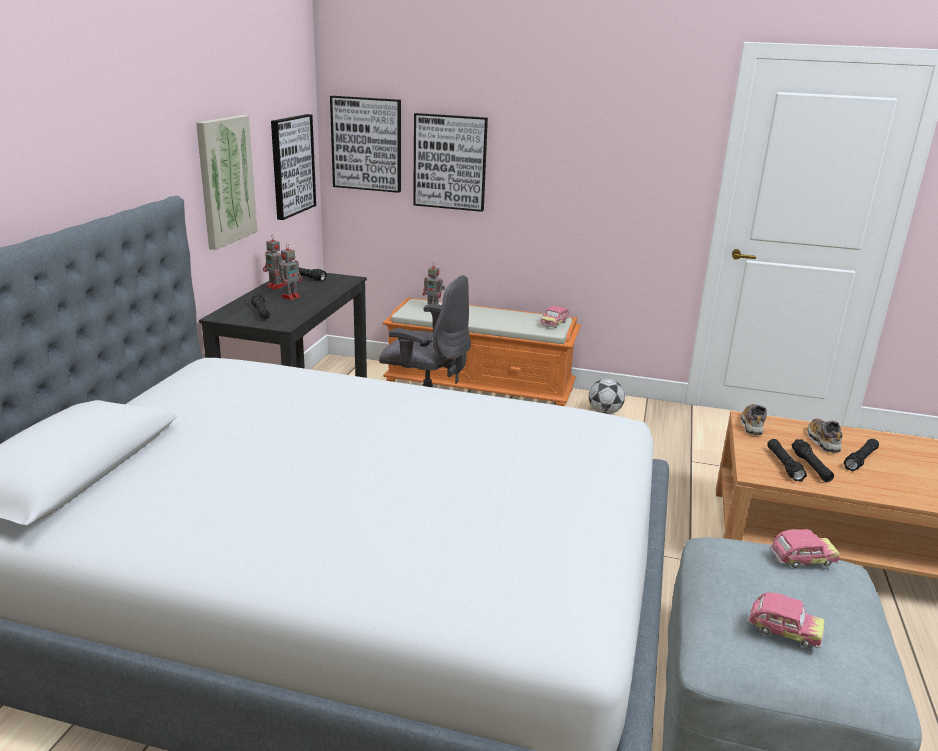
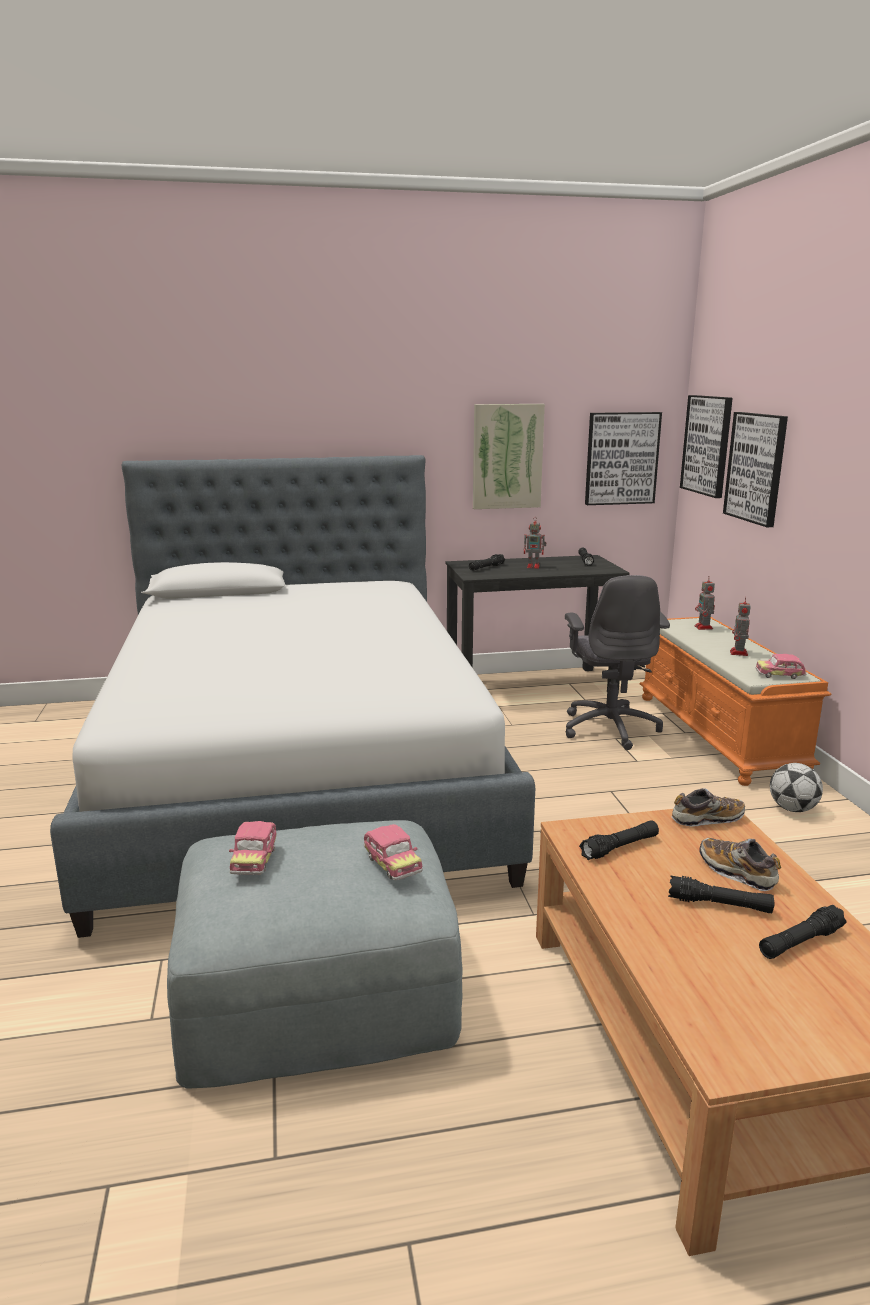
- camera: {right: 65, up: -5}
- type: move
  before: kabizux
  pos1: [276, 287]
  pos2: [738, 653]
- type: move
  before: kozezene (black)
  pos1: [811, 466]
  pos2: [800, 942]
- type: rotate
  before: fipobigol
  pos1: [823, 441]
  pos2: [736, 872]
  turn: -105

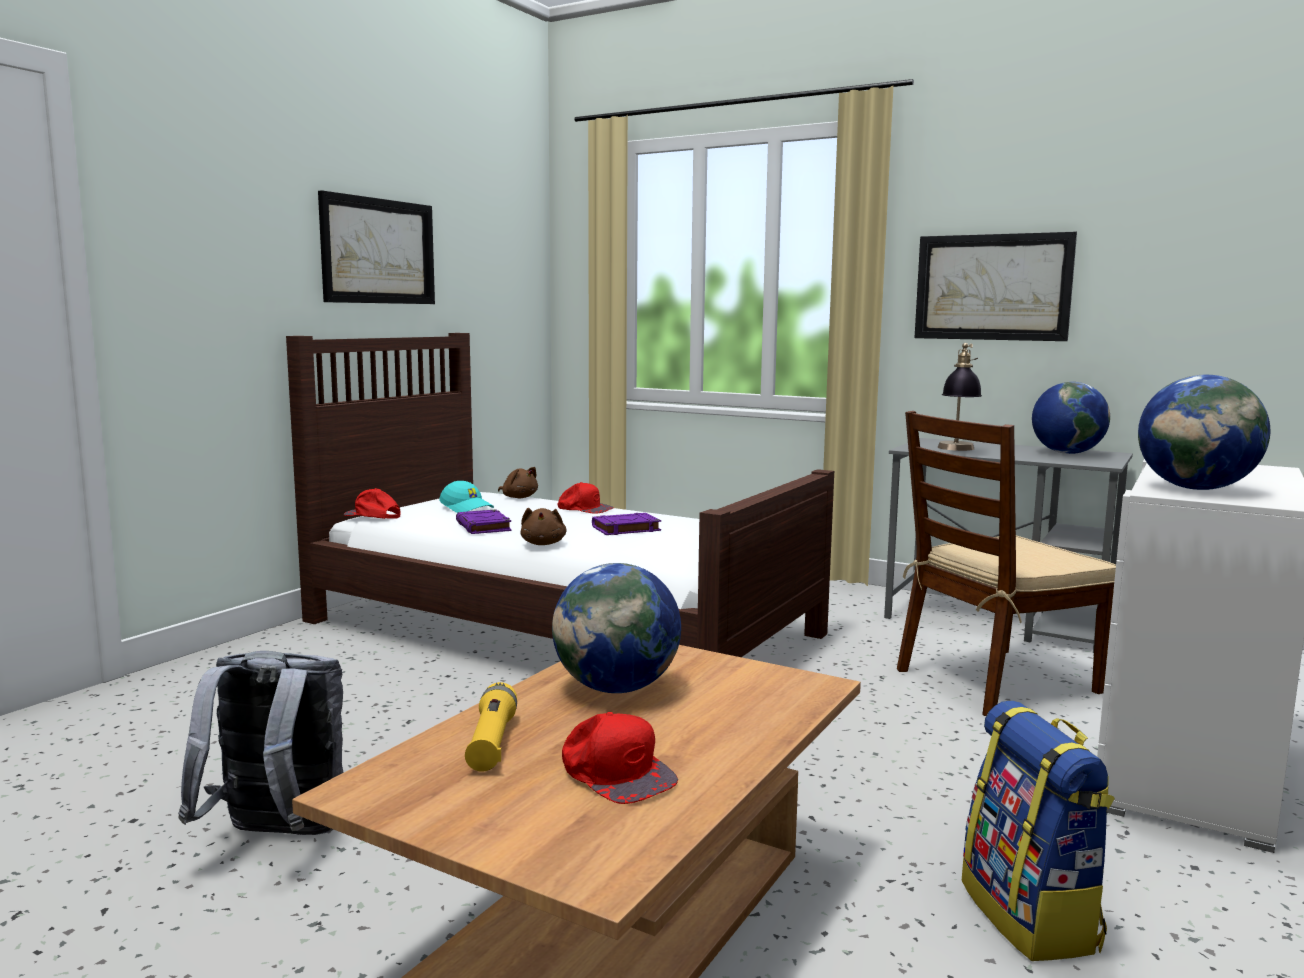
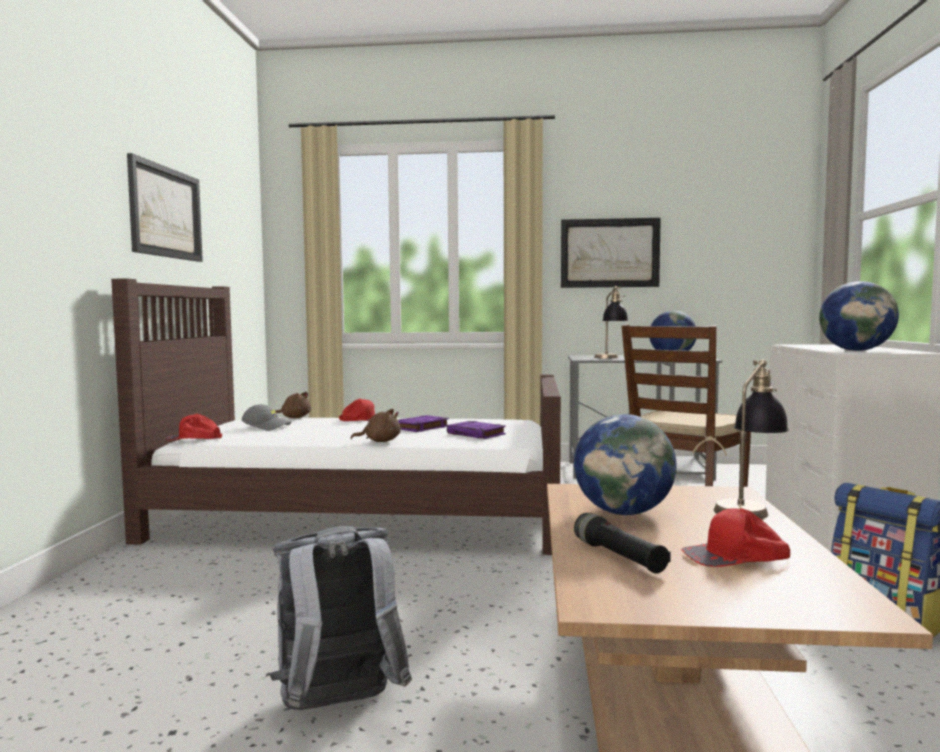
- camera: {right: -25, up: -5}
- type: recolor
  before: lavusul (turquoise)
  after: lavusul (grey)
  pos1: [467, 508]
  pos2: [267, 427]
- type: move
  before: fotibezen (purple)
  pos1: [484, 527]
  pos2: [477, 434]
- type: recolor
  before: kozezene (yellow)
  after: kozezene (black)
  pos1: [492, 743]
  pos2: [619, 557]
- type: rotate
  before: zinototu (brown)
  pos1: [543, 544]
  pos2: [380, 441]
  turn: -60
- type: rotate
  before: lavusul (red)
  pos1: [616, 772]
  pos2: [736, 556]
  turn: 150
- type: insert
  after: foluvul
  pos2: [750, 507]

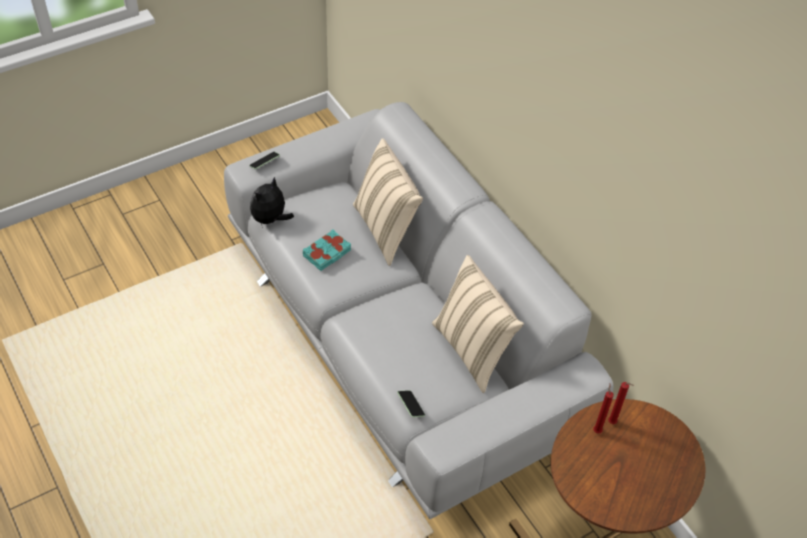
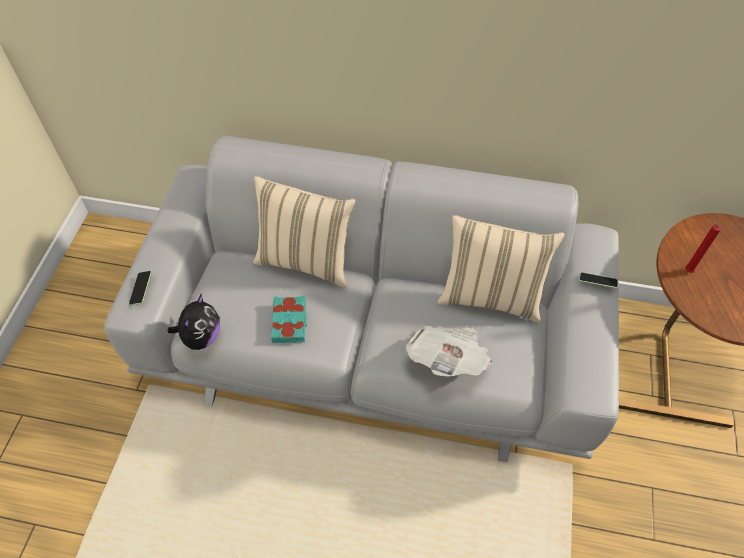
- camera: {right: -45, up: 5}
- type: rotate
  before: zinototu
  pos1: [270, 219]
  pos2: [201, 337]
  turn: -150
- type: move
  before: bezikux
  pos1: [410, 406]
  pos2: [597, 283]
- type: delete
  before: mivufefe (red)
  pos1: [613, 423]
- type: insert
  after: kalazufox
  pos2: [449, 359]

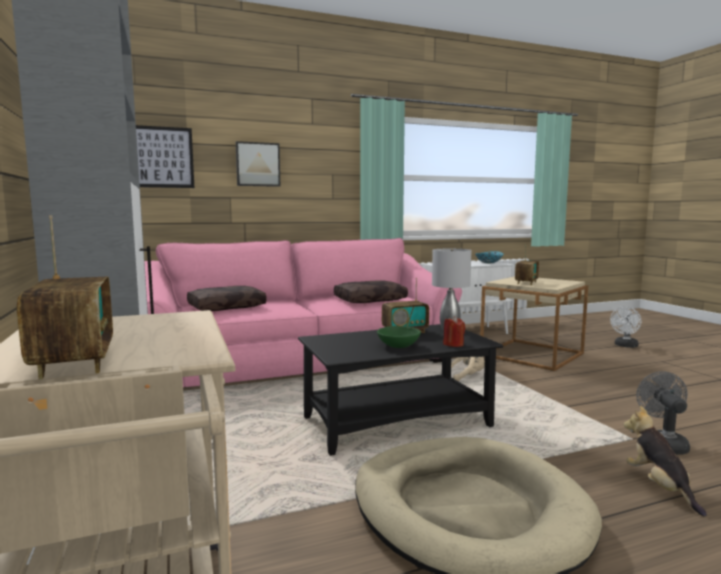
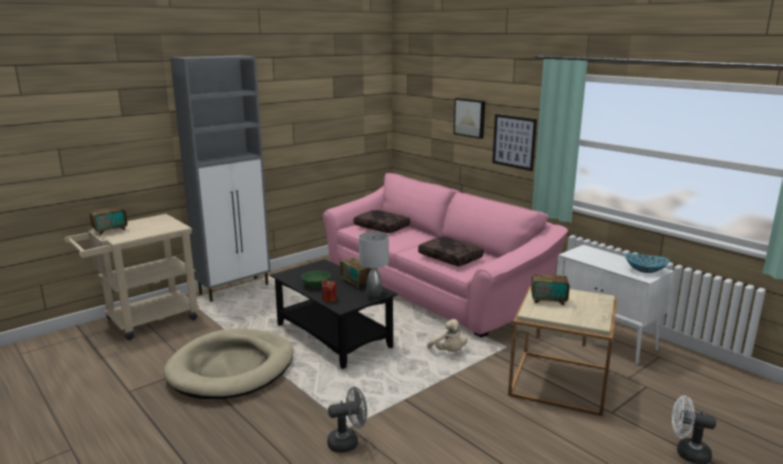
- camera: {right: 70, up: 10}
- type: move
  before: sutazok
  pos1: [162, 157]
  pos2: [514, 142]
- type: delete
  before: zinototu
  pos1: [659, 487]

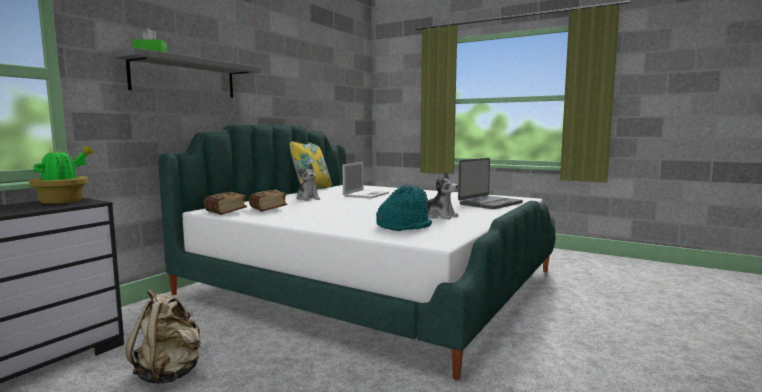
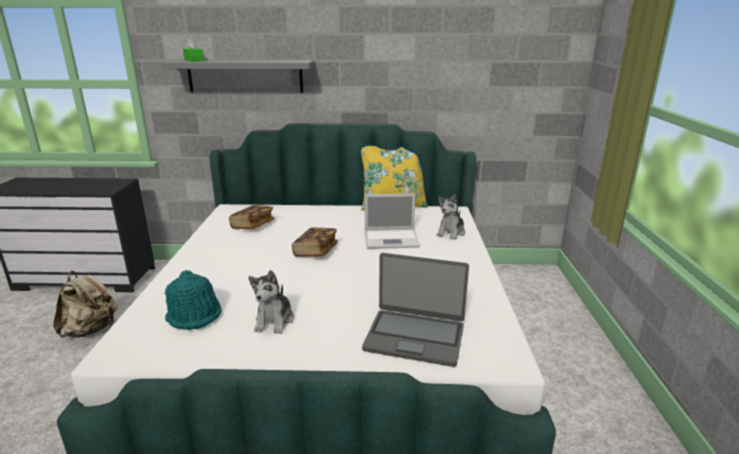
- camera: {right: 60, up: 15}
- type: delete
  before: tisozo
  pos1: [64, 202]
- type: move
  before: fotibezen
  pos1: [226, 212]
  pos2: [315, 251]
- type: move
  before: zinototu
  pos1: [308, 198]
  pos2: [451, 233]

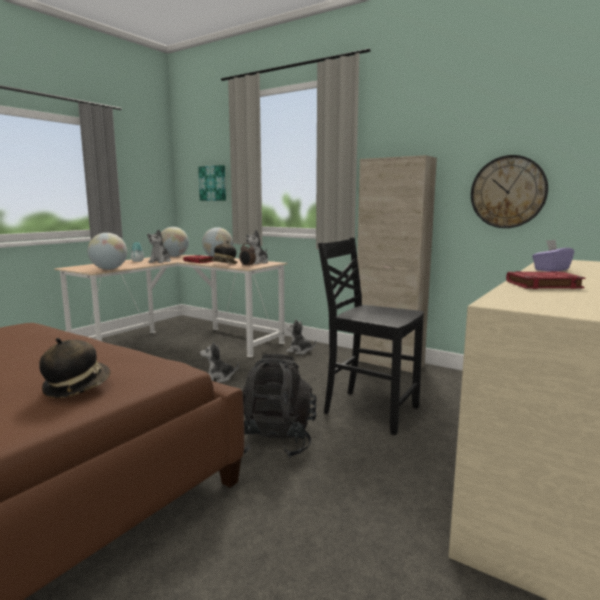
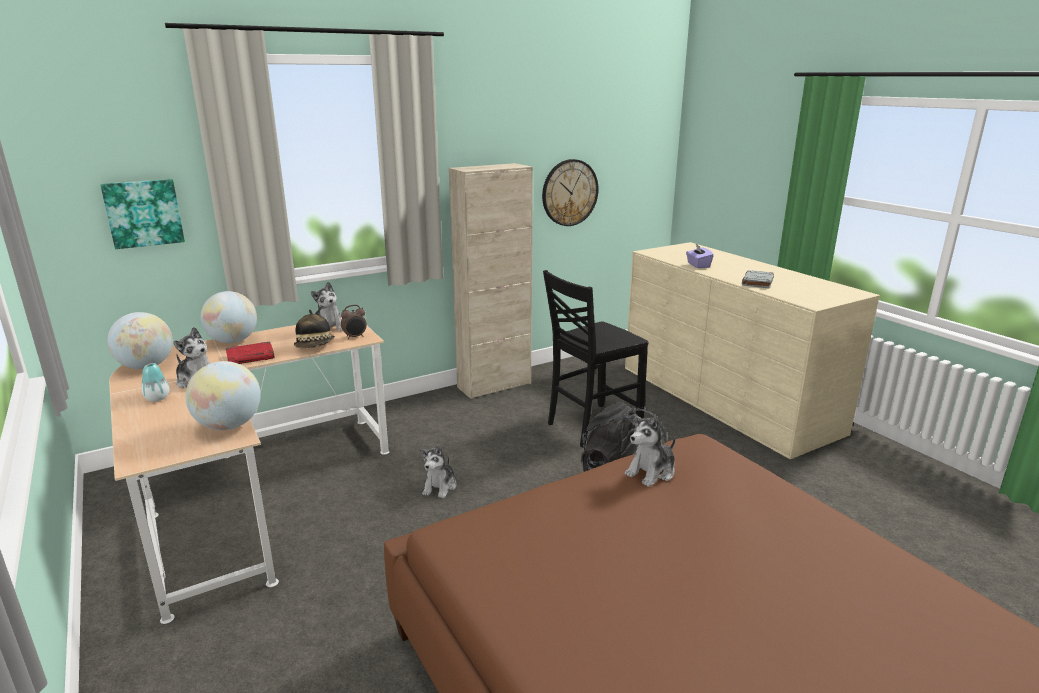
- camera: {right: -65, up: 10}
- type: delete
  before: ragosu
  pos1: [77, 387]
- type: move
  before: zinototu
  pos1: [299, 351]
  pos2: [651, 472]
- type: recolor
  before: fotibezen (red)
  after: fotibezen (grey)
  pos1: [542, 285]
  pos2: [757, 282]

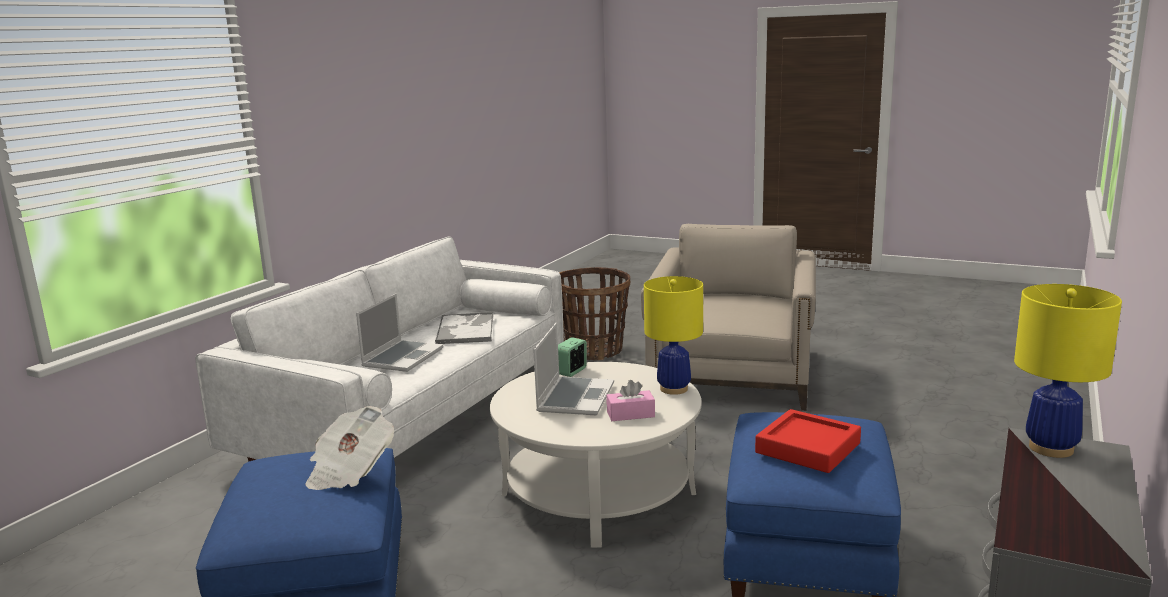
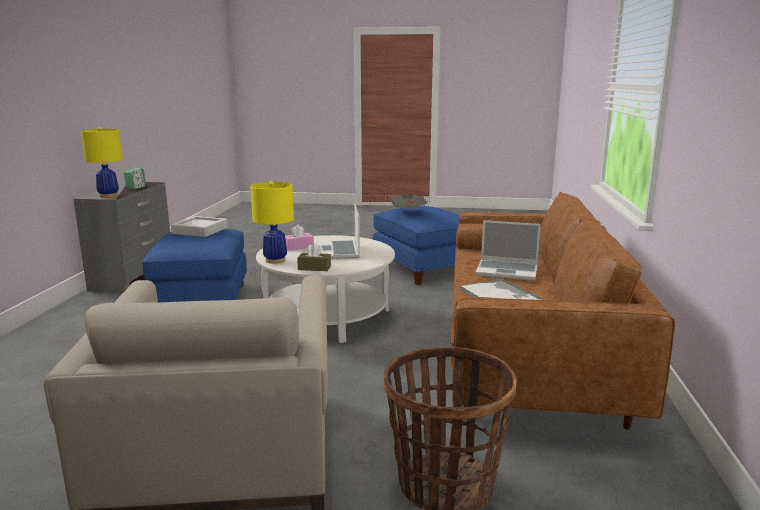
- camera: {right: 160, up: 0}
- type: recolor
  before: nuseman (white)
  after: nuseman (brown)
  pos1: [412, 416]
  pos2: [528, 350]
- type: rotate
  before: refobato
  pos1: [402, 357]
  pos2: [507, 271]
  turn: -75
- type: move
  before: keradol
  pos1: [572, 371]
  pos2: [136, 187]
- type: recolor
  before: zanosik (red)
  after: zanosik (grey)
  pos1: [807, 448]
  pos2: [200, 230]
- type: insert
  after: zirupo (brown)
  pos2: [314, 268]

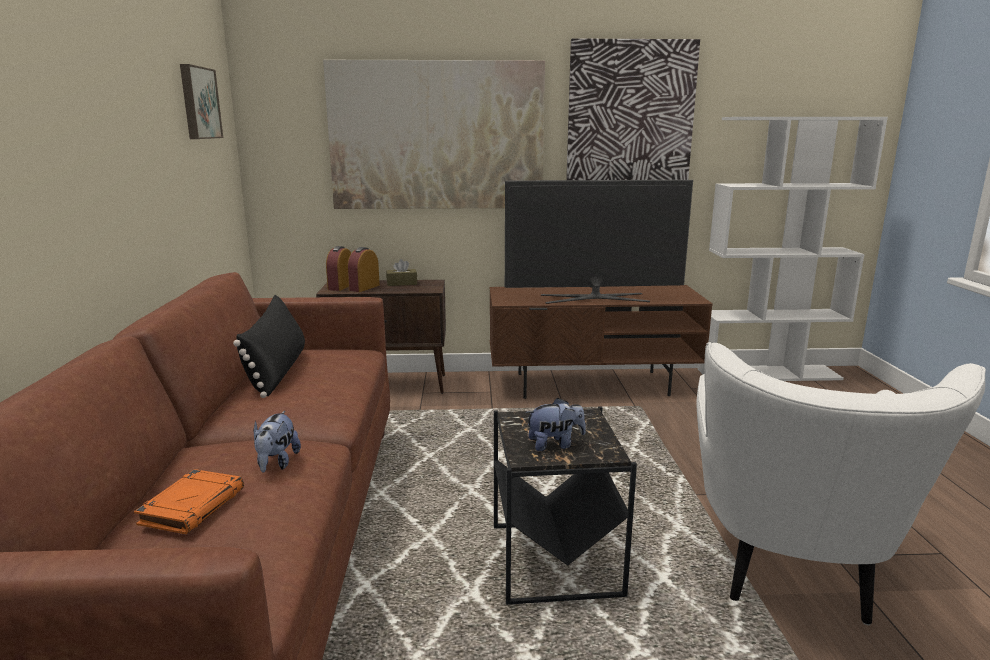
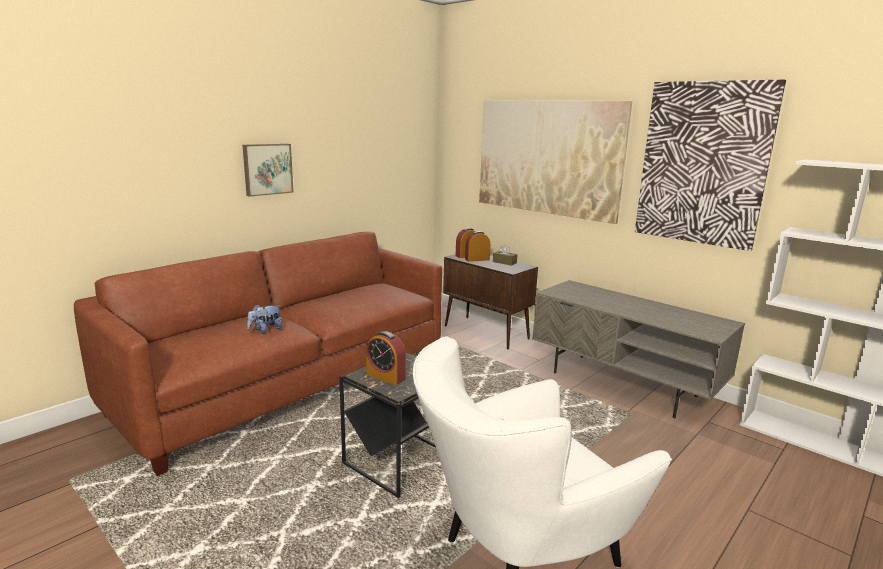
- camera: {right: 45, up: 0}
- type: delete
  before: fotibezen (orange)
  pos1: [193, 506]
- type: move
  before: sutazok
  pos1: [198, 103]
  pos2: [267, 169]
- type: delete
  before: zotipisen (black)
  pos1: [277, 371]
- type: recolor
  before: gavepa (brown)
  after: gavepa (grey)
  pos1: [592, 384]
  pos2: [624, 384]
- type: delete
  before: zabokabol
  pos1: [595, 298]
- type: replace
  before: zinototu
  after: keradol
  pos1: [555, 444]
  pos2: [385, 376]

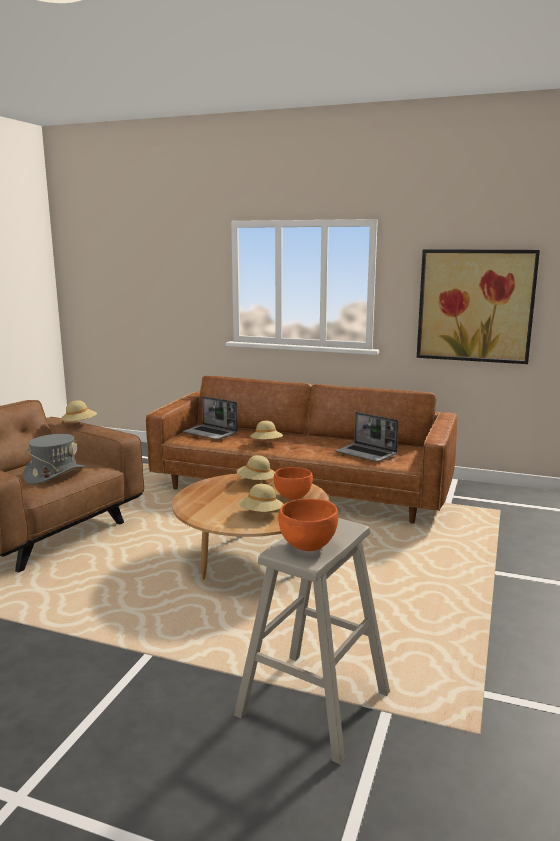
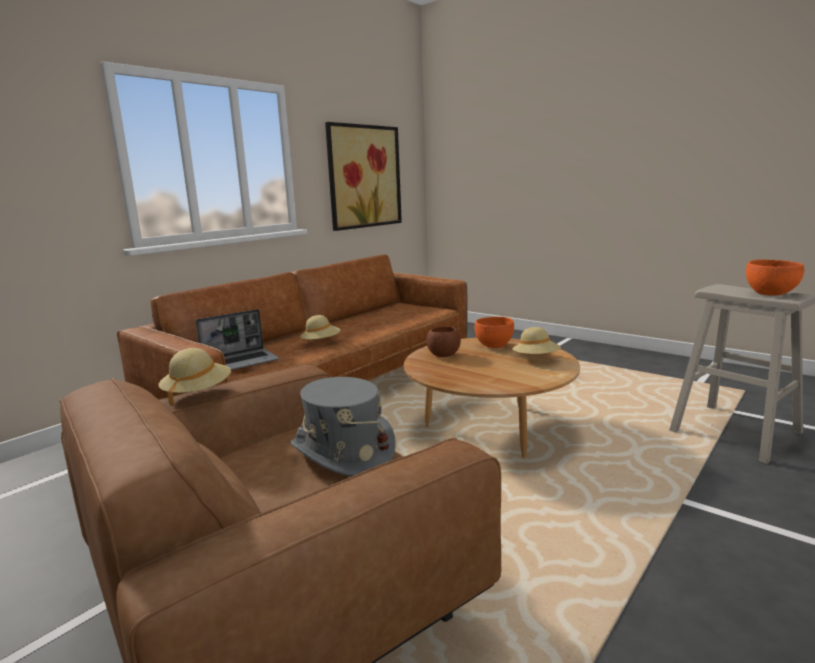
- camera: {right: -70, up: 0}
- type: replace
  before: ragosu (beige)
  after: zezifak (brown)
  pos1: [256, 482]
  pos2: [444, 355]
- type: delete
  before: refobato
  pos1: [367, 453]

